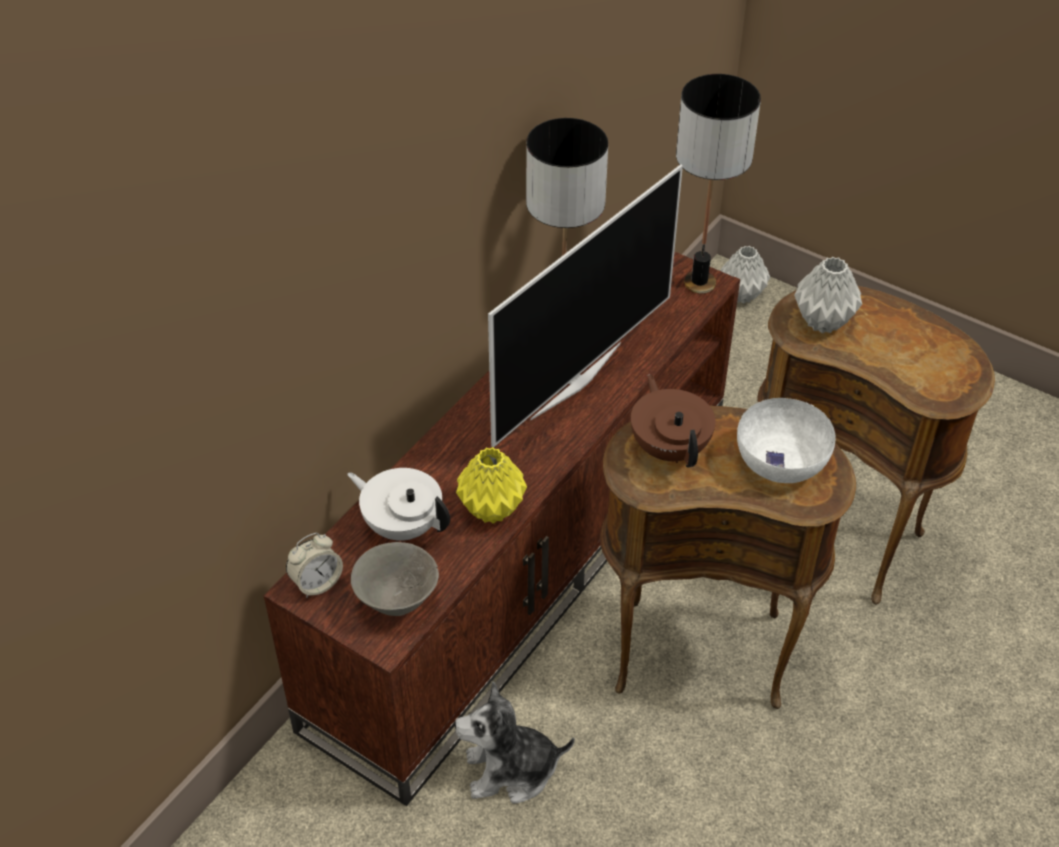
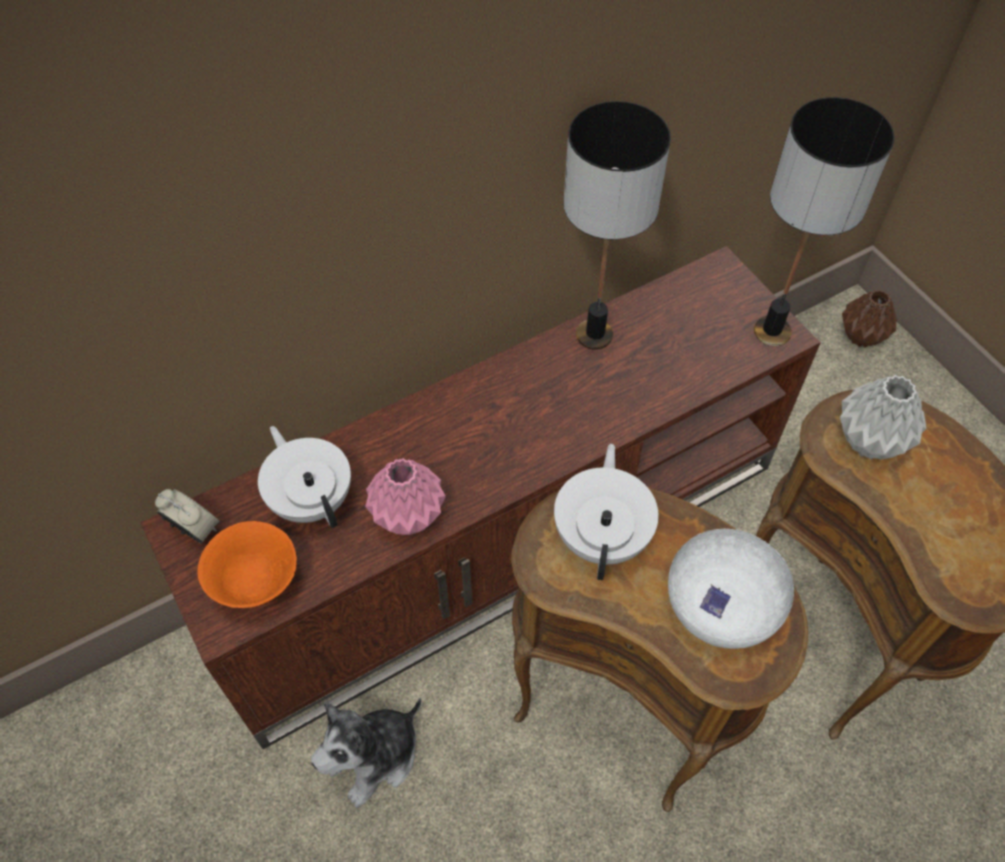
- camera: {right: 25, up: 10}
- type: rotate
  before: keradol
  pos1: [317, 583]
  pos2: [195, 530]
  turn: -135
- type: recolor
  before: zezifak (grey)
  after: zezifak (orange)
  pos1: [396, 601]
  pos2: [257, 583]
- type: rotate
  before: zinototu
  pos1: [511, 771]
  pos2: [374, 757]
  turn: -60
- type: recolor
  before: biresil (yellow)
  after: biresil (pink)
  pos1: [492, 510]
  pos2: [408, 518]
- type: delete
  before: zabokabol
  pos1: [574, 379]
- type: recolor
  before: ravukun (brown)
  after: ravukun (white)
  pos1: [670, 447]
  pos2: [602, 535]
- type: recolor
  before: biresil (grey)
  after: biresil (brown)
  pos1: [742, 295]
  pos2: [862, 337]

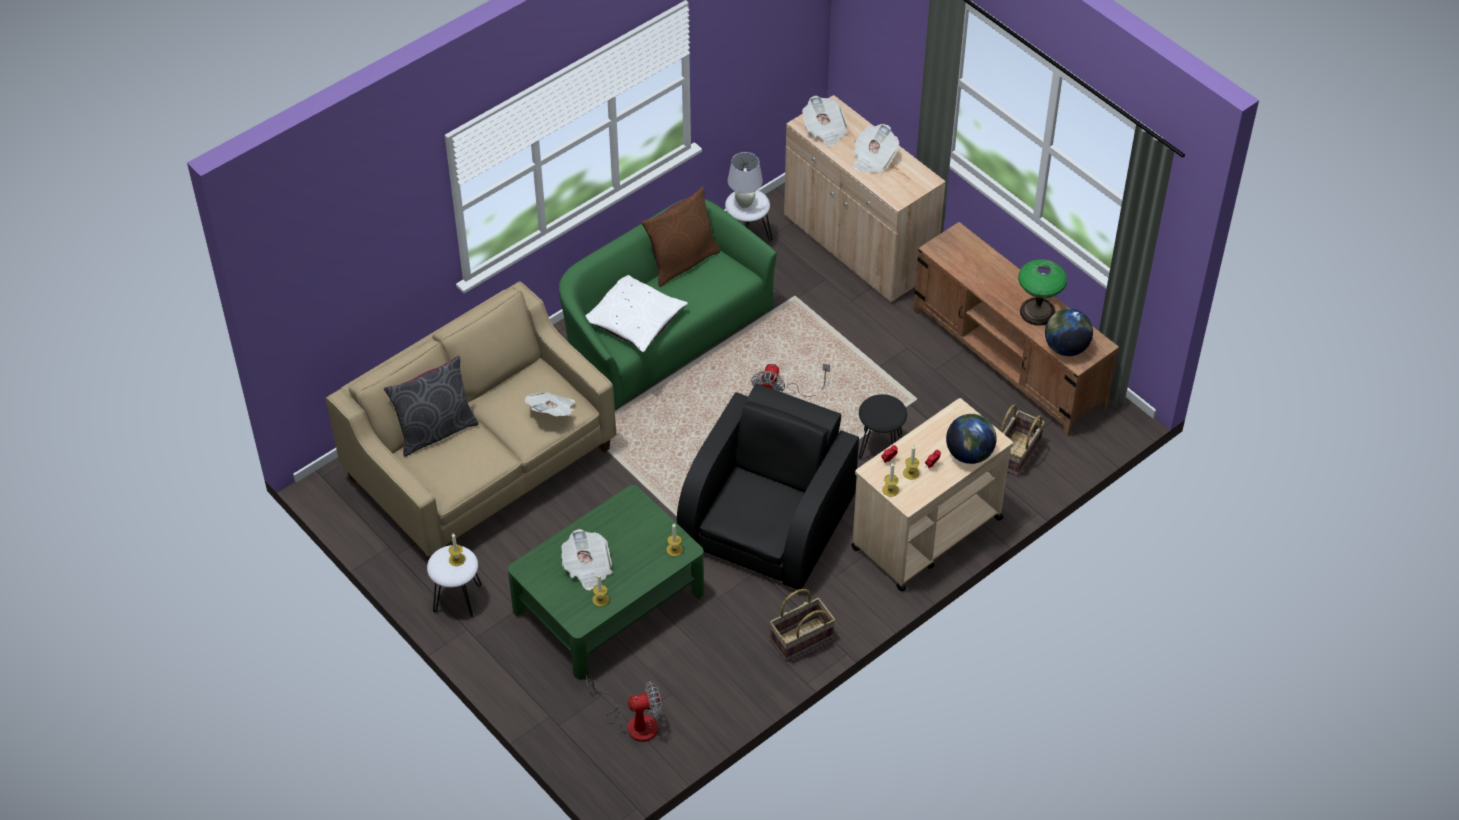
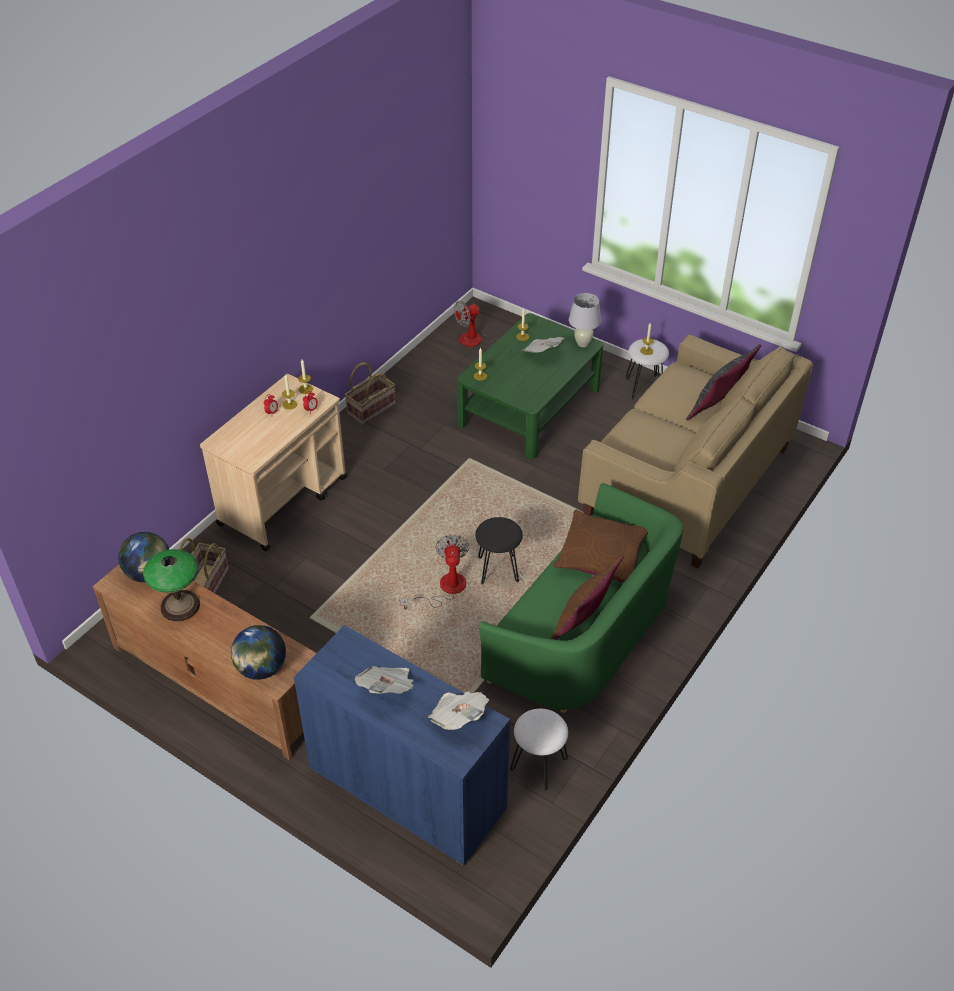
- camera: {right: 165, up: -5}
- type: delete
  before: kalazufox
  pos1: [552, 412]
- type: recolor
  before: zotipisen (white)
  after: zotipisen (brown)
  pos1: [634, 319]
  pos2: [602, 555]
- type: delete
  before: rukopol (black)
  pos1: [768, 522]
- type: move
  before: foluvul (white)
  pos1: [744, 203]
  pos2: [583, 343]
- type: recolor
  before: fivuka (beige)
  after: fivuka (blue)
  pos1: [859, 245]
  pos2: [407, 788]
- type: move
  before: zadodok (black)
  pos1: [880, 448]
  pos2: [498, 570]
- type: move
  before: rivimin
  pos1: [969, 454]
  pos2: [261, 668]

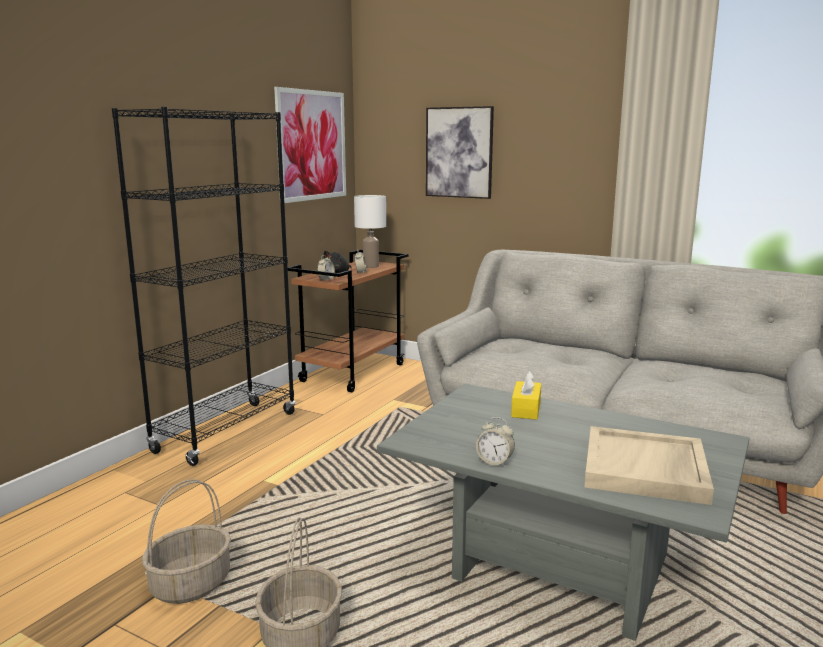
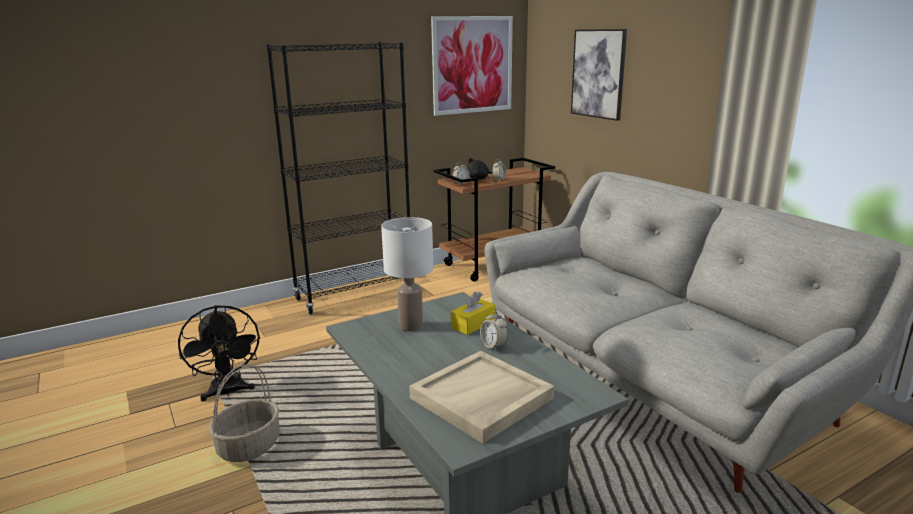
- camera: {right: 30, up: 5}
- type: replace
  before: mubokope
  after: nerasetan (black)
  pos1: [191, 584]
  pos2: [228, 392]
- type: move
  before: foluvul (white)
  pos1: [370, 266]
  pos2: [410, 326]
- type: move
  before: keradol
  pos1: [494, 462]
  pos2: [493, 346]

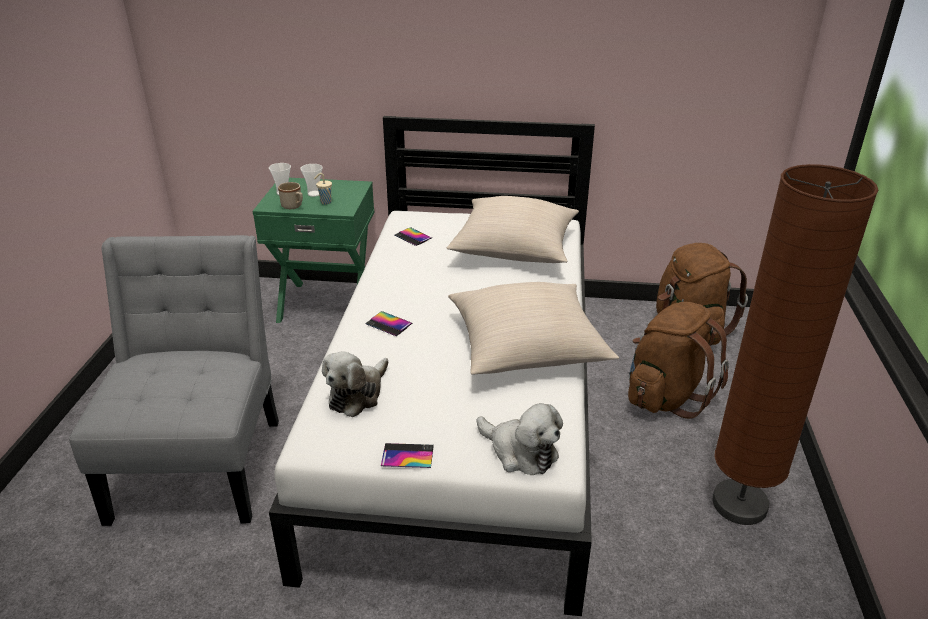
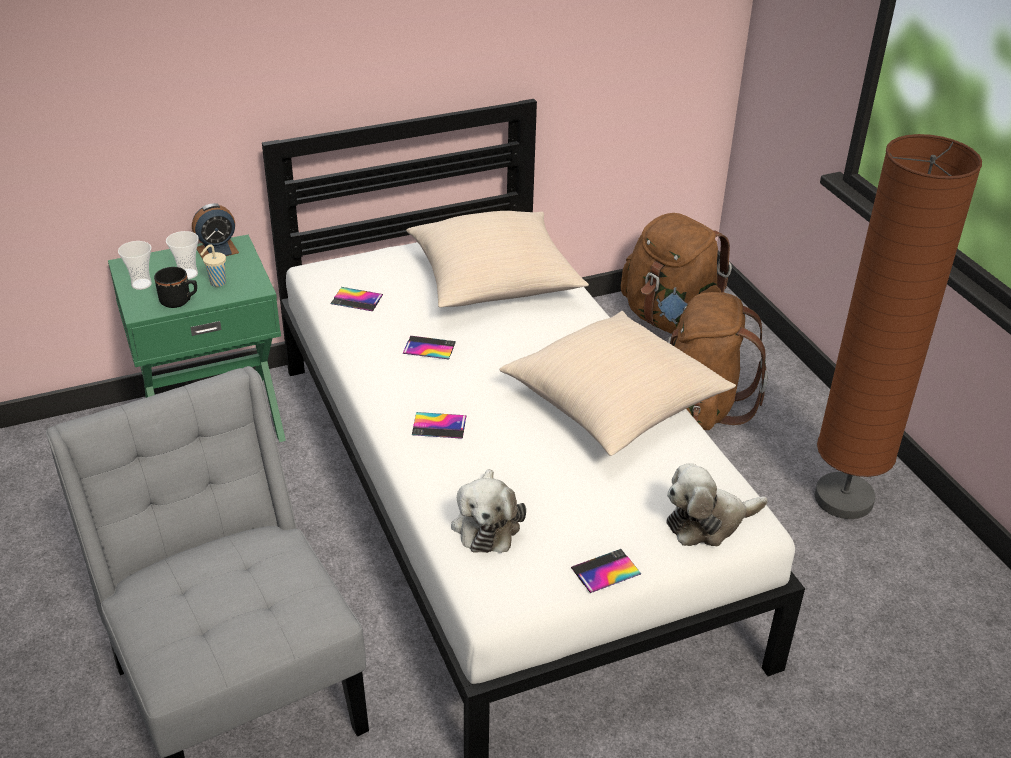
- camera: {right: -30, up: 5}
- type: recolor
  before: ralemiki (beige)
  after: ralemiki (black)
  pos1: [294, 206]
  pos2: [179, 301]
- type: rotate
  before: zinototu
  pos1: [520, 452]
  pos2: [708, 522]
  turn: 150
- type: insert
  after: keradol
  pos2: [217, 250]
- type: insert
  after: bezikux
  pos2: [429, 348]

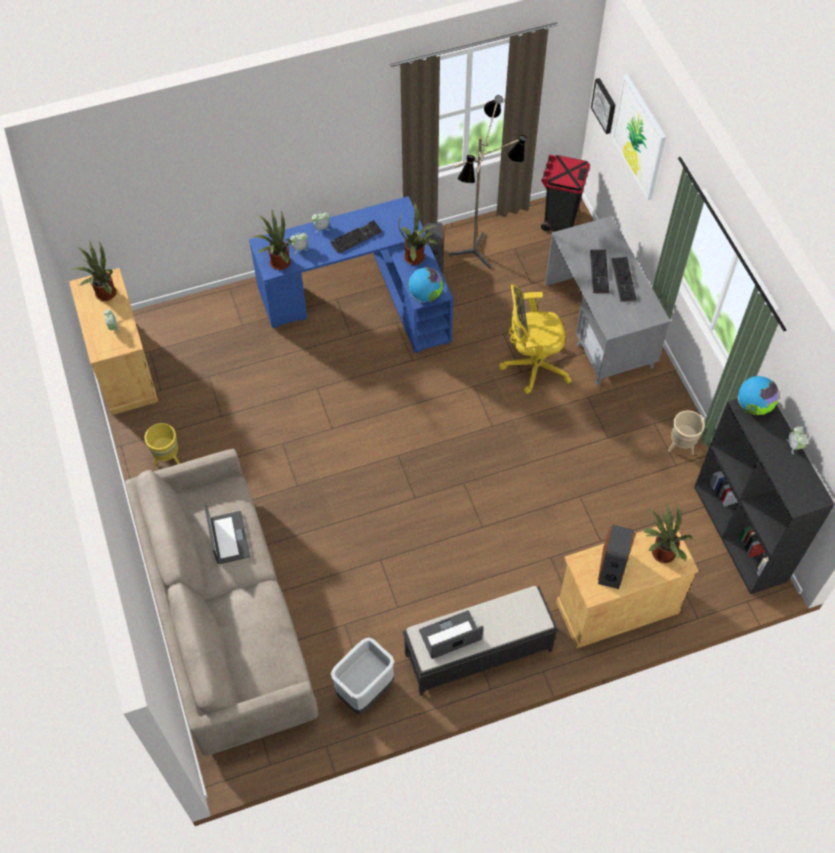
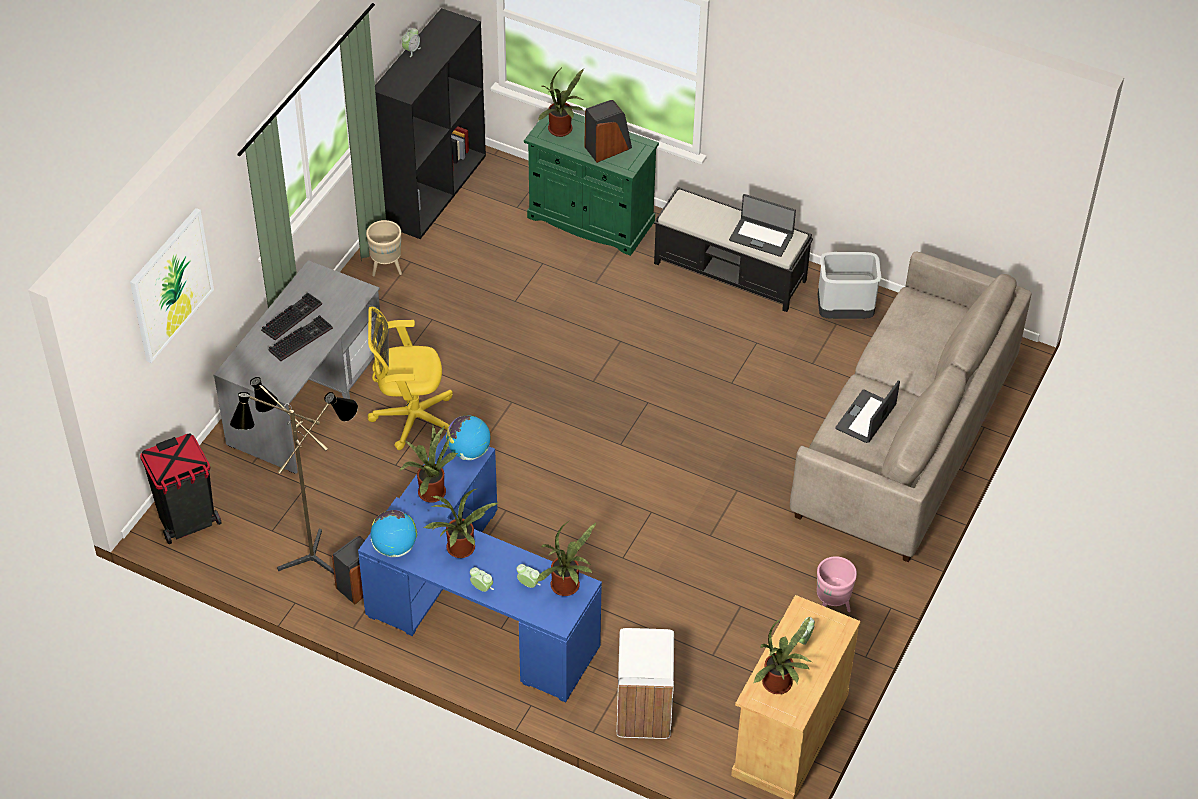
- camera: {right: -135, up: -10}
- type: recolor
  before: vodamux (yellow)
  after: vodamux (pink)
  pos1: [167, 459]
  pos2: [832, 607]
- type: replace
  before: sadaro
  after: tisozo
  pos1: [356, 236]
  pos2: [461, 551]
- type: rotate
  before: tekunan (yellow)
  pos1: [532, 366]
  pos2: [410, 418]
  turn: 135
- type: recolor
  before: fivuka (beige)
  after: fivuka (green)
  pos1: [617, 607]
  pos2: [590, 219]
- type: delete
  before: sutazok
  pos1: [605, 105]
- type: move
  before: rivimin
  pos1: [754, 406]
  pos2: [395, 547]
- type: insert
  after: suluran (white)
  pos2: [643, 714]

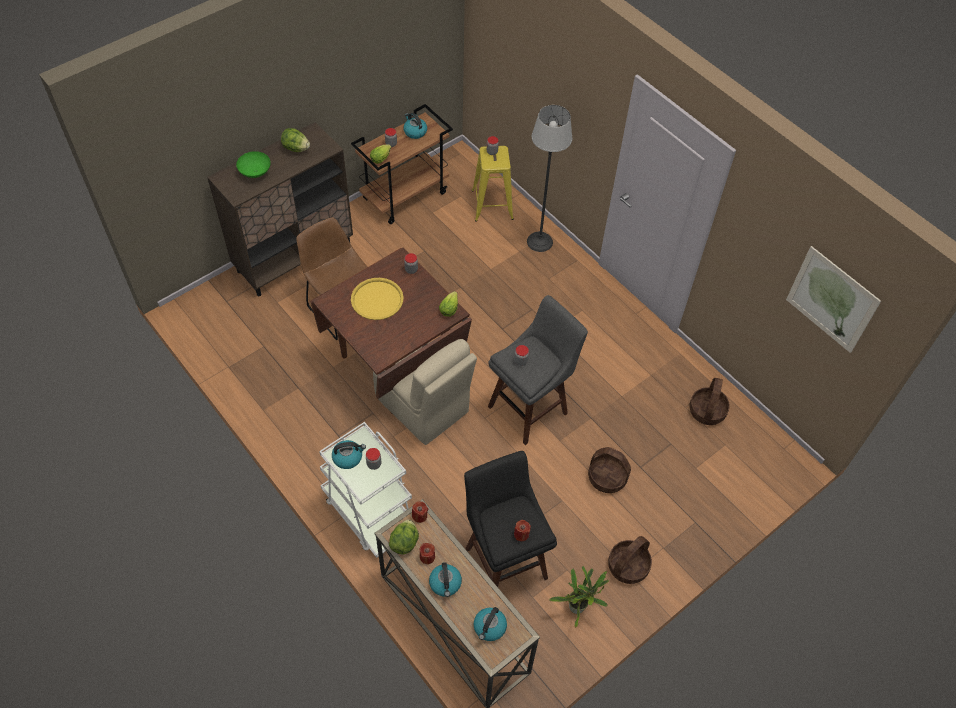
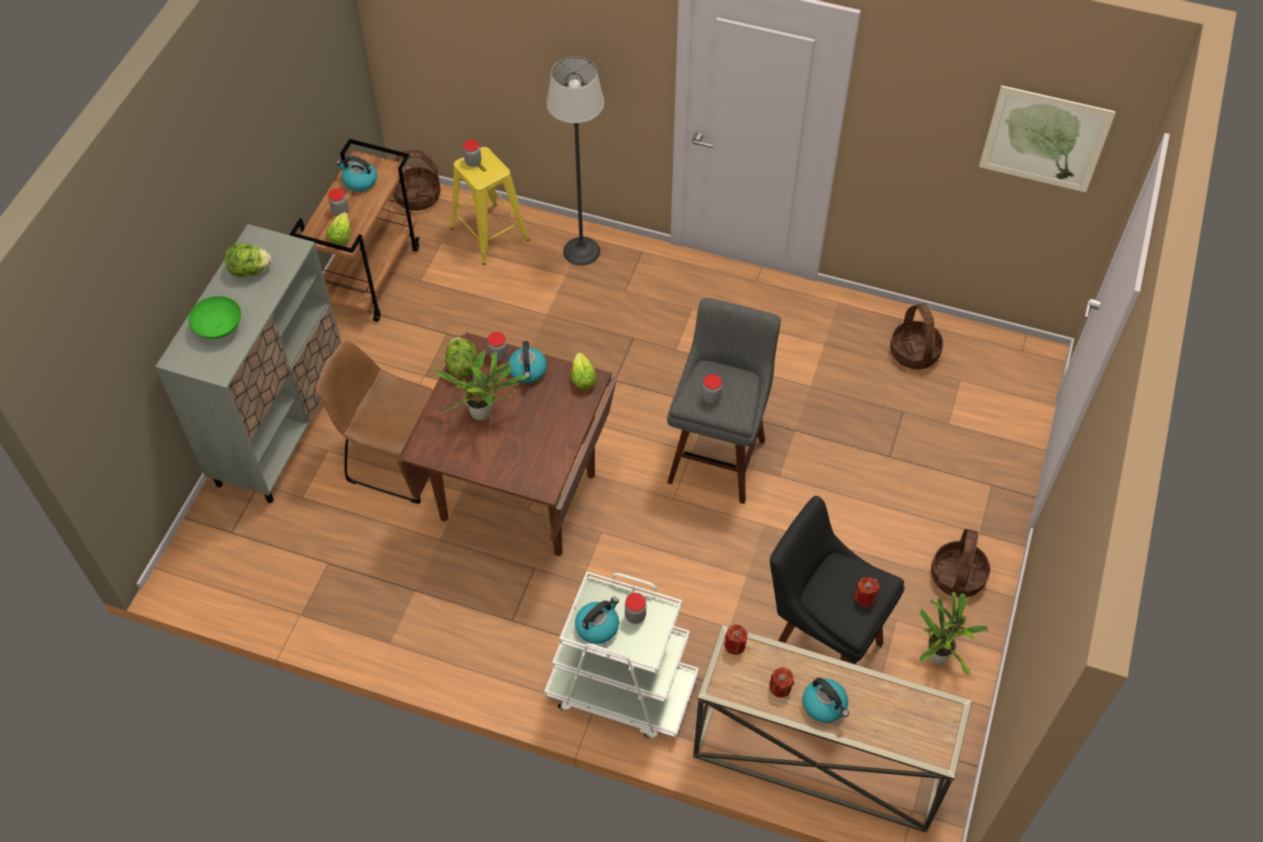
- camera: {right: -30, up: 0}
- type: recolor
  before: fivuka (brown)
  after: fivuka (grey)
  pos1: [294, 257]
  pos2: [282, 427]
- type: replace
  before: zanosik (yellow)
  after: tisozo
  pos1: [377, 299]
  pos2: [484, 414]
- type: delete
  before: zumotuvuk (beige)
  pos1: [423, 406]
- type: move
  before: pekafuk
  pos1: [404, 542]
  pos2: [462, 365]
- type: move
  before: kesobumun
  pos1: [489, 627]
  pos2: [528, 371]
- type: move
  before: mubokope
  pos1: [607, 477]
  pos2: [418, 196]

